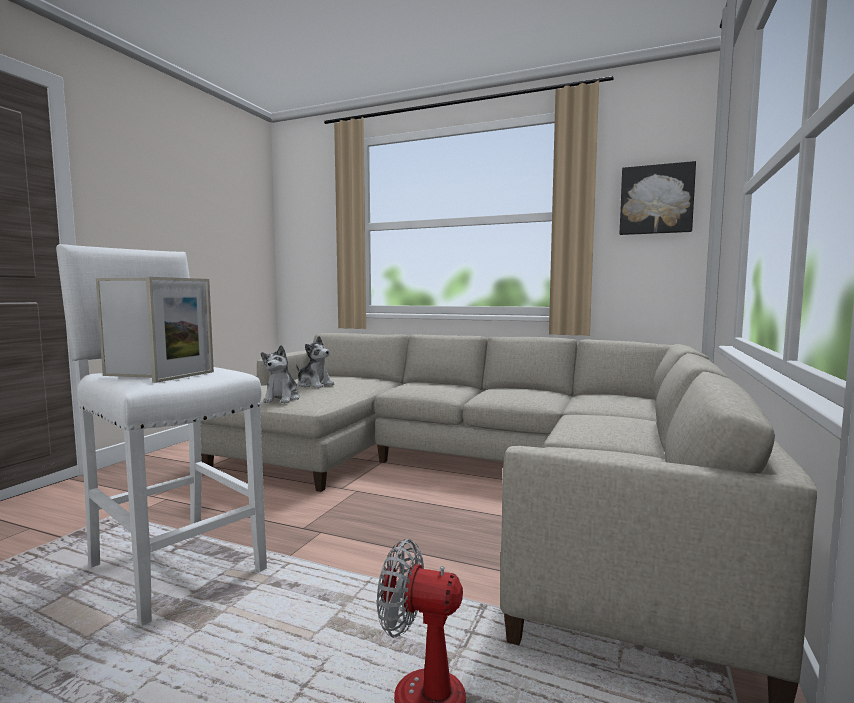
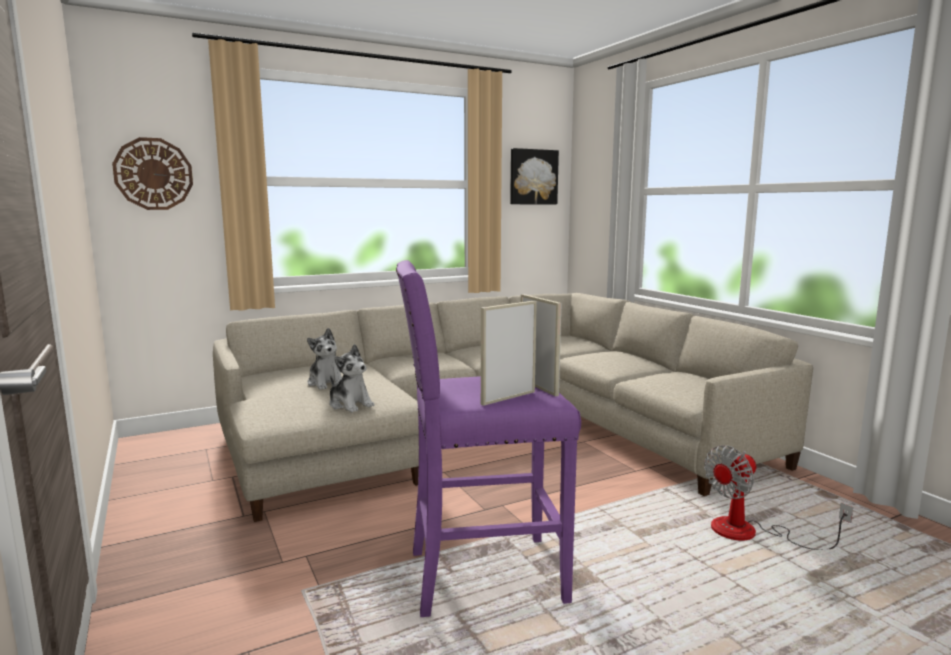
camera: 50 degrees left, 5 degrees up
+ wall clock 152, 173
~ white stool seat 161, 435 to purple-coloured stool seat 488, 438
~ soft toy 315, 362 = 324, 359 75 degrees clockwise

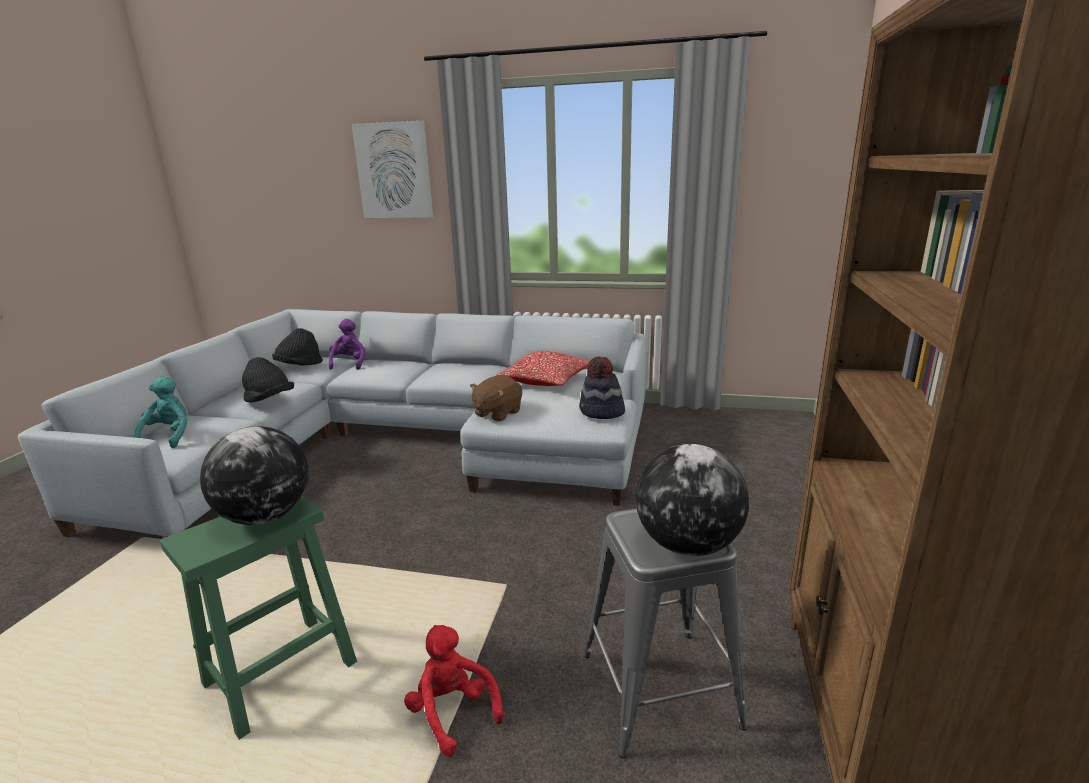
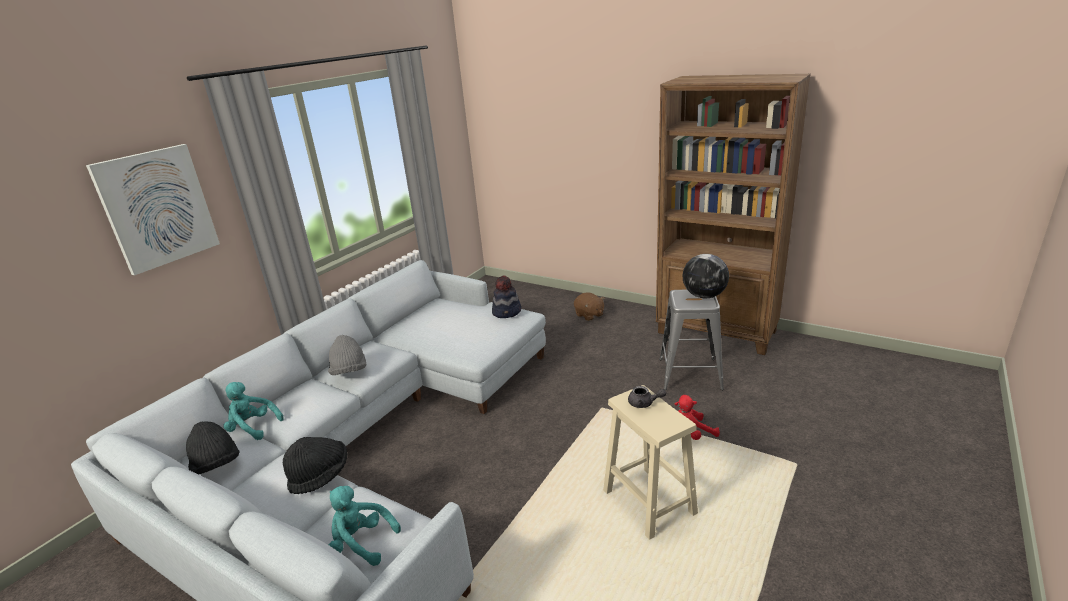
camera: 70 degrees left, 5 degrees up
- cushion 543, 368
+ greyish hat 347, 355
~ brownish soft toy 496, 398 to 589, 306
~ world globe 254, 475 to greyish tea pot 647, 397
~ green-coloured stool seat 258, 618 to beige-coloured stool seat 650, 462
~ purple-coloured soft toy 347, 344 to blue-green soft toy 253, 411

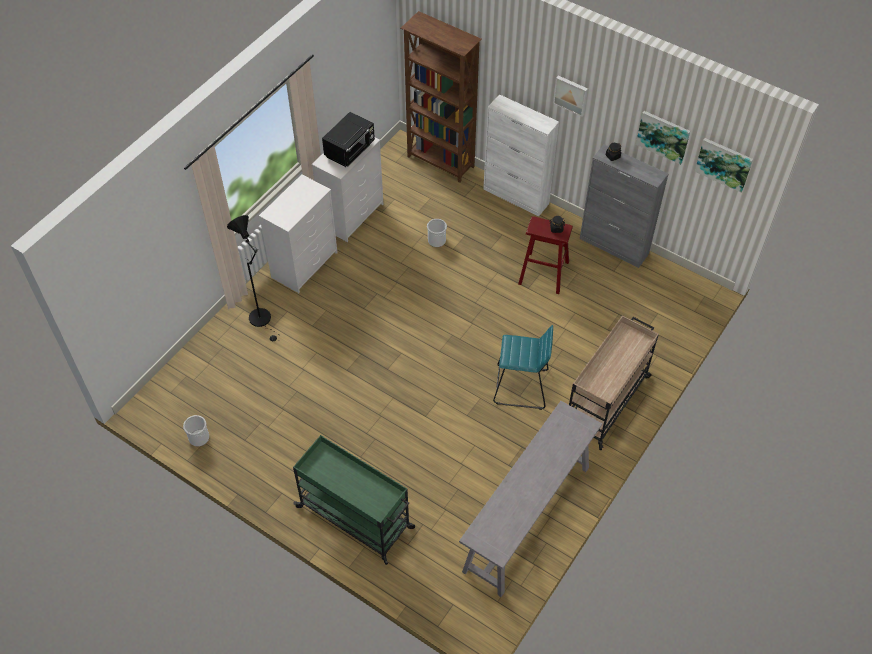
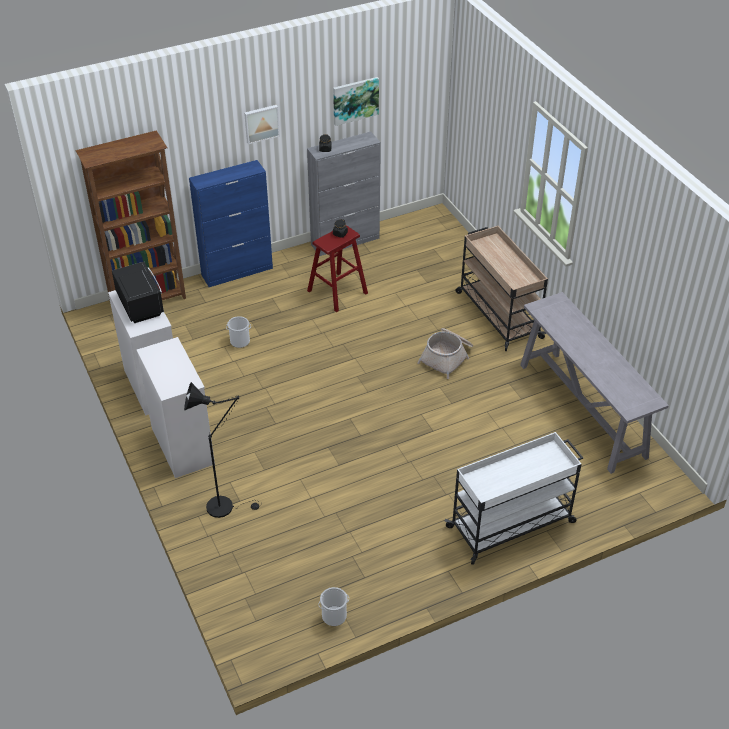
camera: 60 degrees left, 10 degrees down
- picture 724, 165
~ blue-green stool seat 523, 367 to household basket 445, 353
~ green-coloured cart 354, 500 to white cart 514, 498
~ white storage cabinet 521, 155 to bluish storage cabinet 231, 223

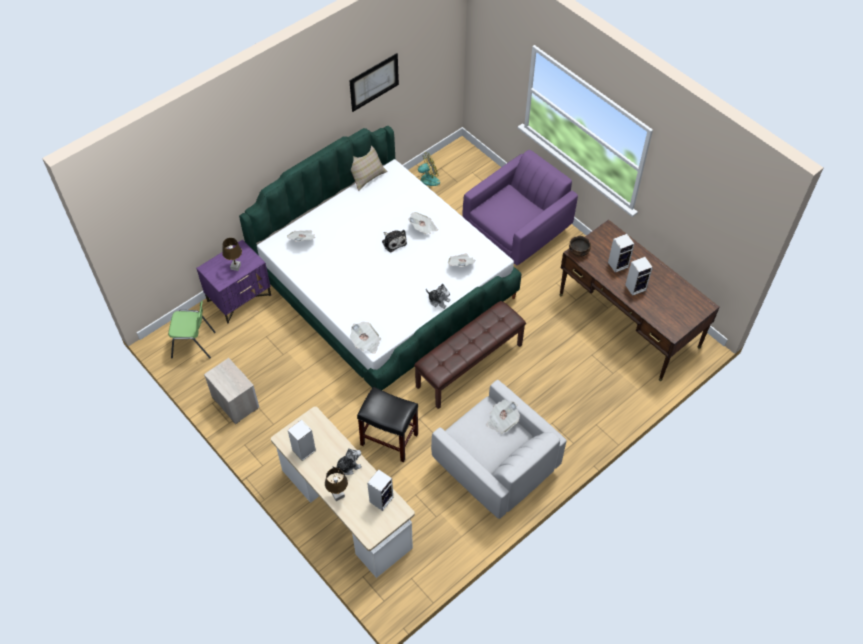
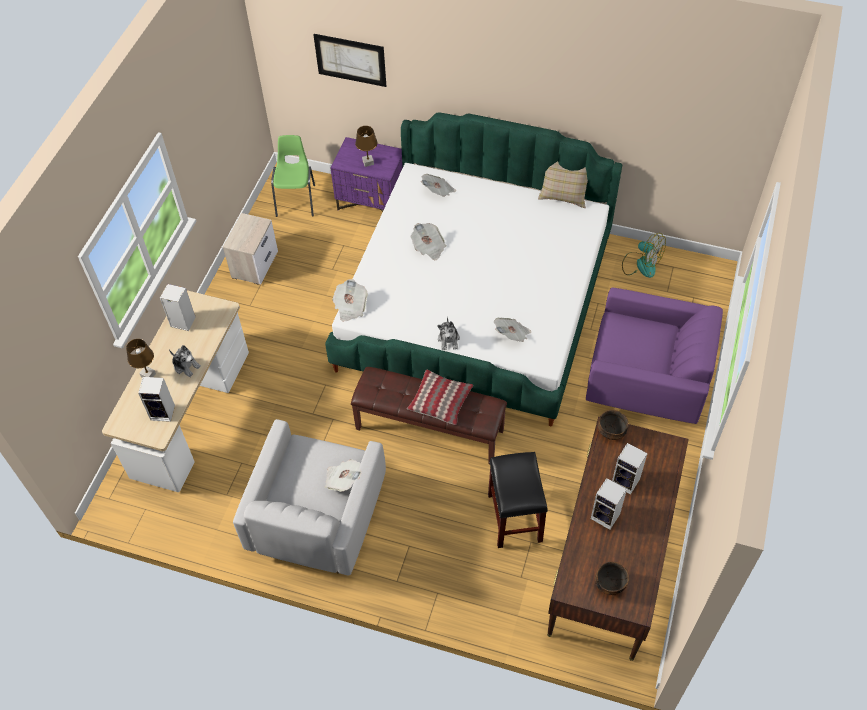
camera: 60 degrees right, 0 degrees up
- soft toy 394, 241
+ cushion 440, 397
+ bowl 612, 578
~ picture 374, 82 to 349, 60
~ black-coloured stool seat 387, 425 to 518, 500
~ printed paper 423, 223 to 429, 241
~ green-coloured upright chair 192, 329 = 293, 176 150 degrees counterclockwise

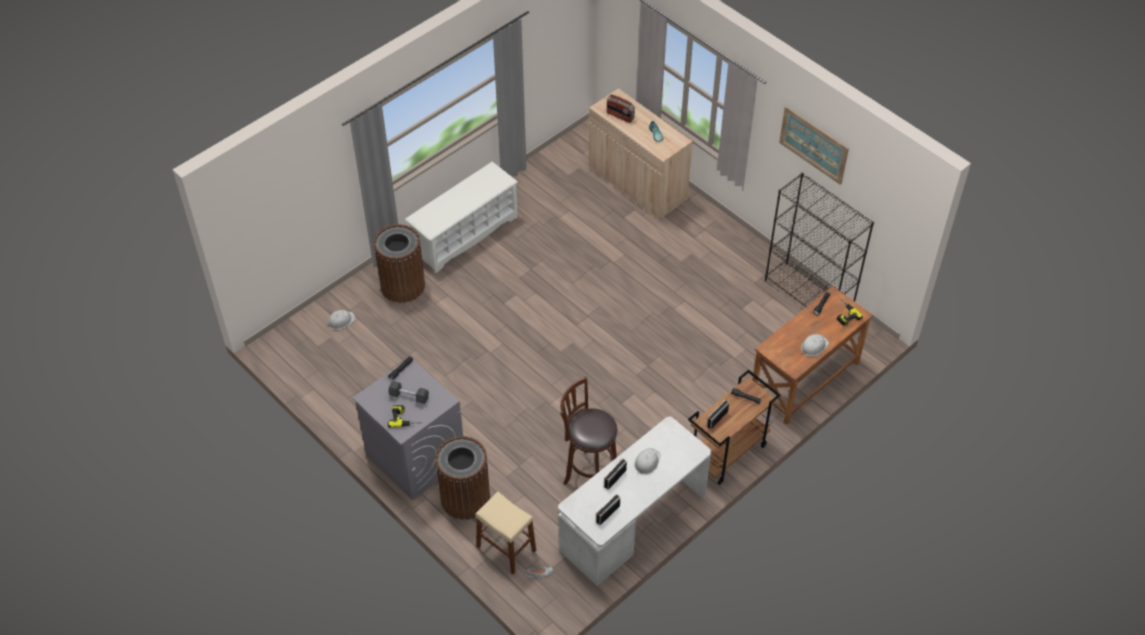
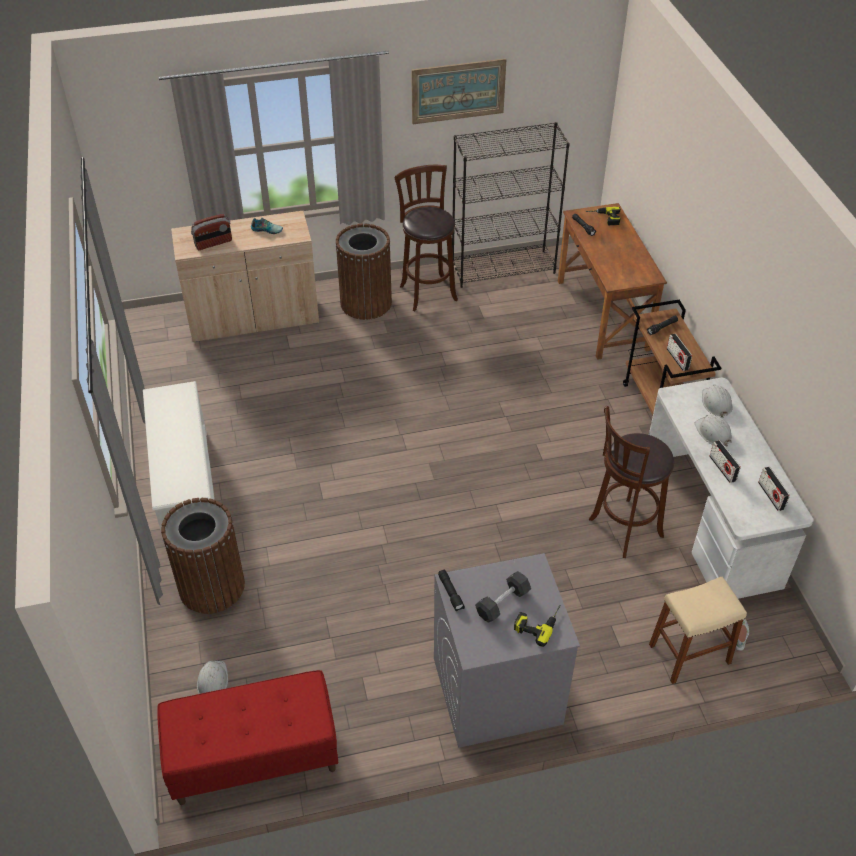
camera: 60 degrees left, 5 degrees down
+ red bench 247, 737
+ brownish stool seat 426, 238
~ brownish trash can 462, 478 to 364, 272
~ white work helmet 815, 345 to 717, 401

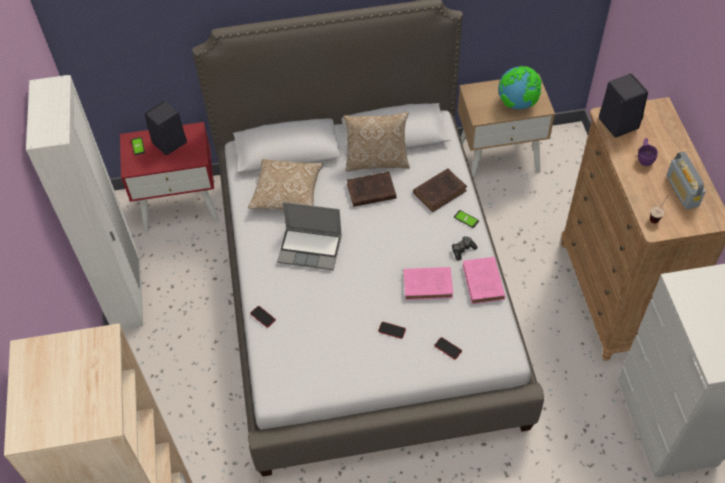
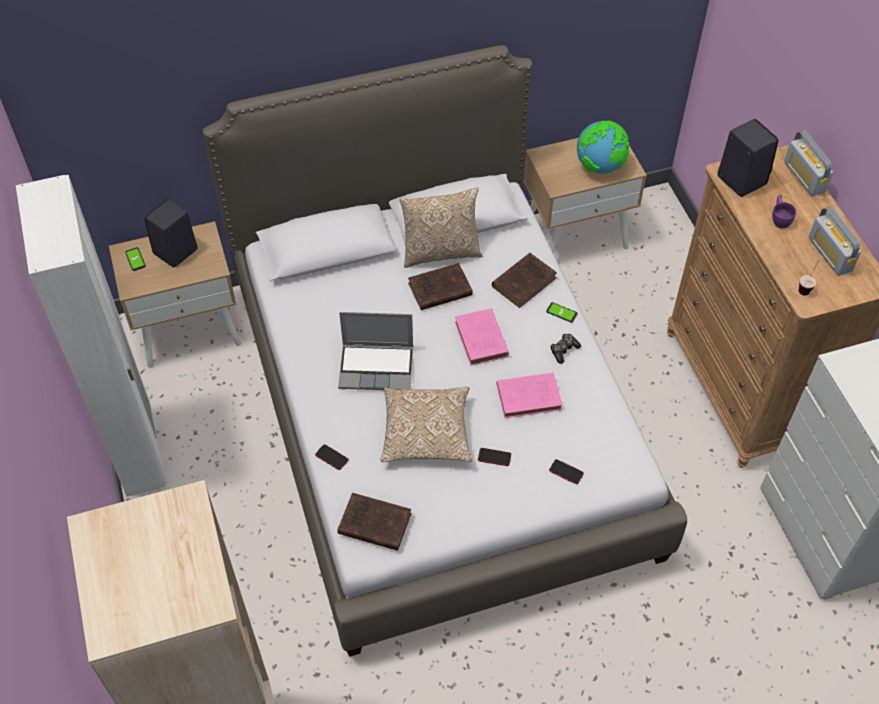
camera: 10 degrees left, 0 degrees up
+ brownish book 374, 522
+ radio 808, 163
~ cushion 285, 184 to 426, 424
~ pink-coloured book 483, 280 to 482, 337
~ red night table 169, 177 to beige-coloured night table 175, 294

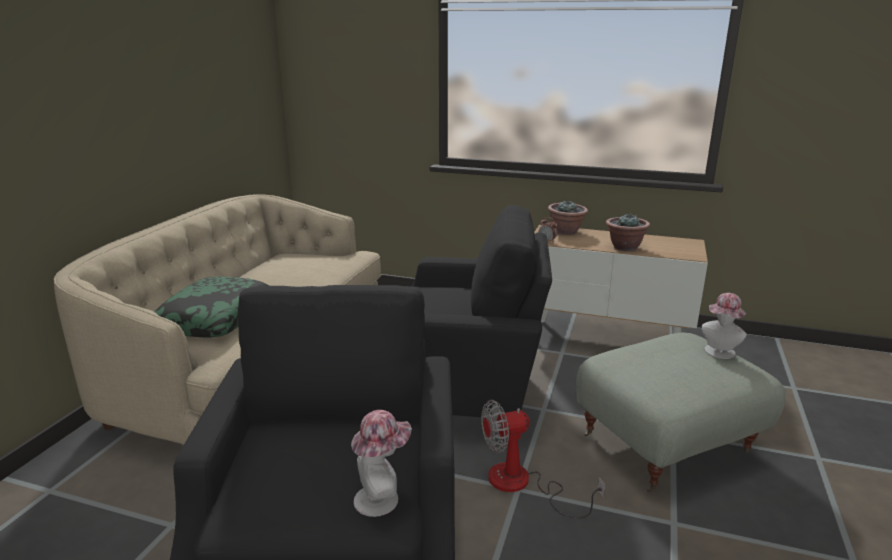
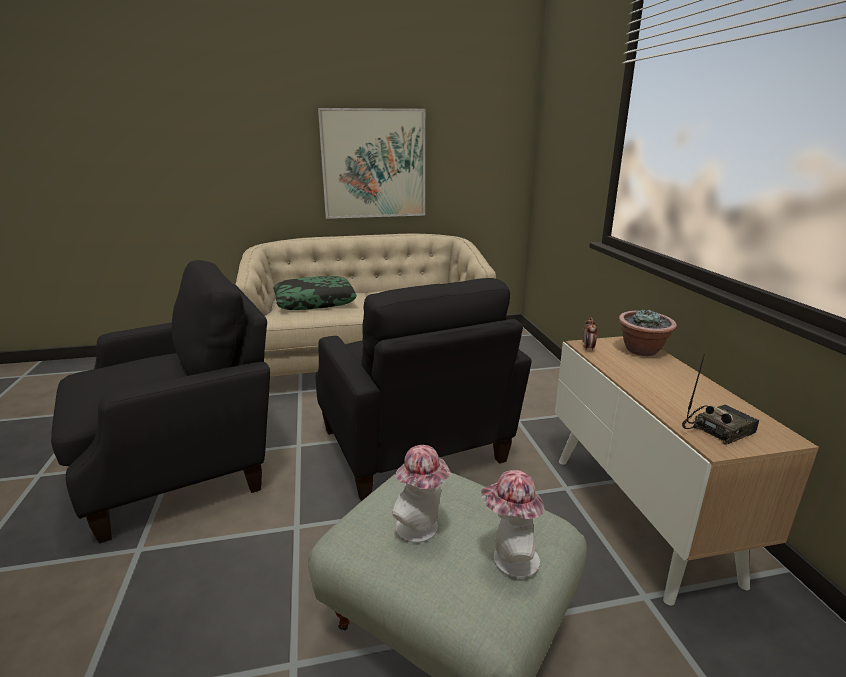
camera: 60 degrees right, 0 degrees up
- cooling fan 543, 459
- potted plant 628, 232
+ picture 371, 163
+ radio 720, 399
~ hat 381, 463 to 422, 494

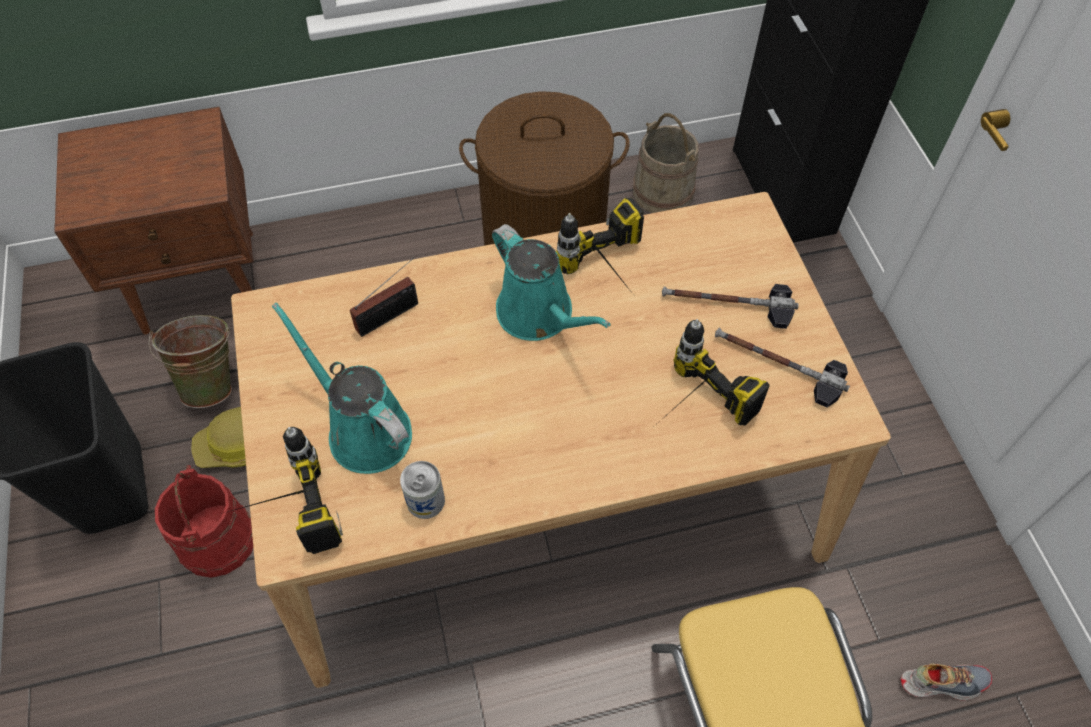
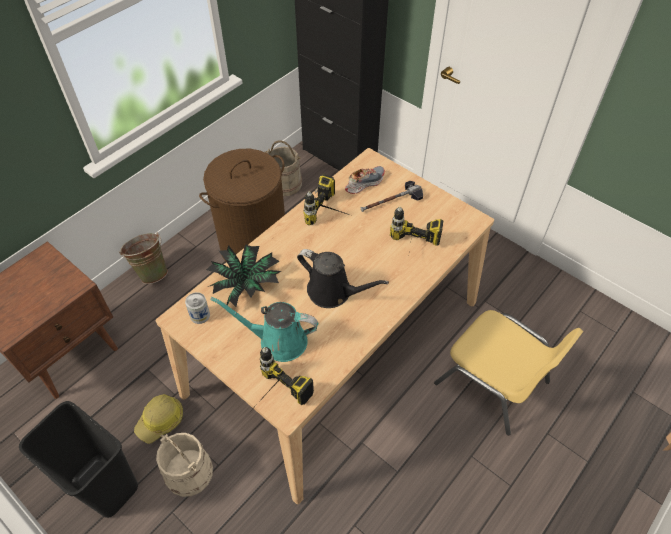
camera: 35 degrees left, 5 degrees down
- blue-green watering pot 551, 282
- hammer 782, 368
+ black-coloured watering pot 343, 278
~ green-coloured pail 190, 361 to 143, 258
~ sealed can 422, 490 to 197, 308
~ shoe 946, 682 to 365, 180
~ radio 384, 297 to potted plant 243, 275
~ red pail 204, 521 to beige-coloured pail 184, 465

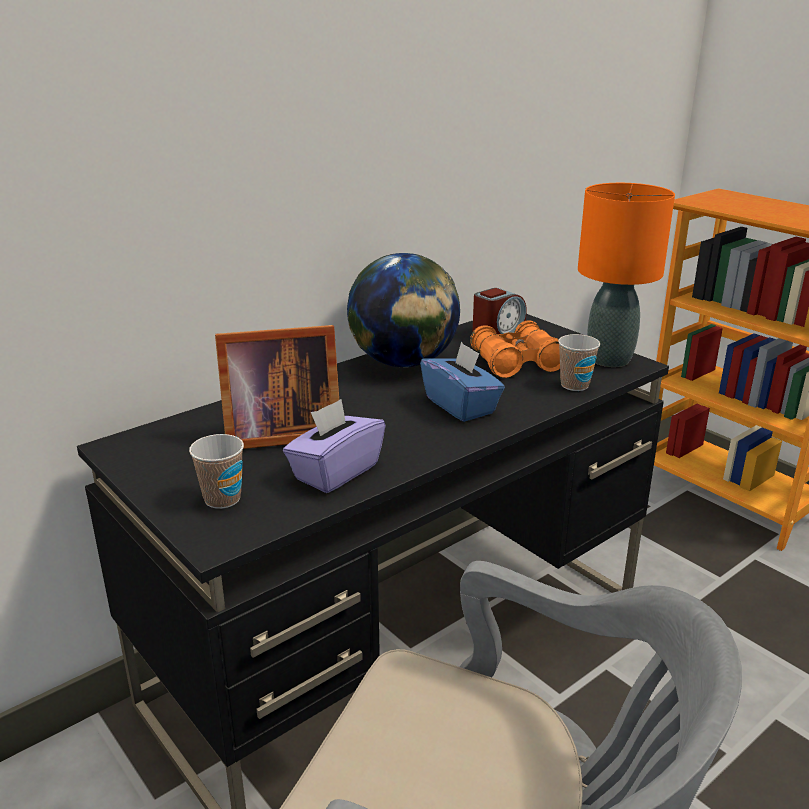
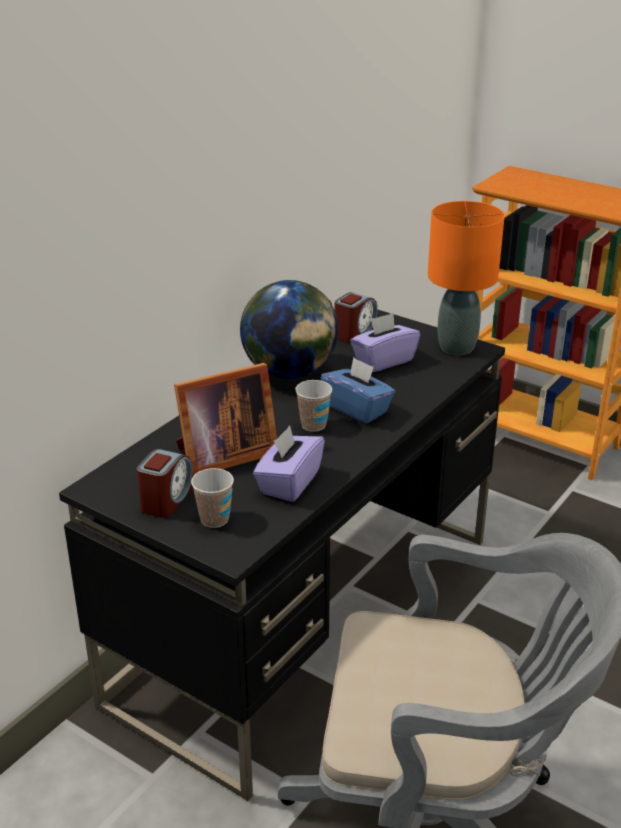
camera: 15 degrees left, 5 degrees up
+ alarm clock 165, 483
~ cup 579, 362 to 313, 406
~ orange binoculars 515, 349 to purple-coloured tissue box 385, 342

